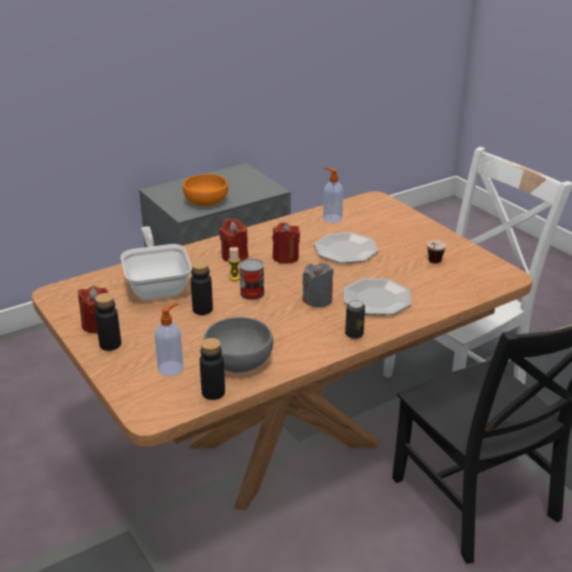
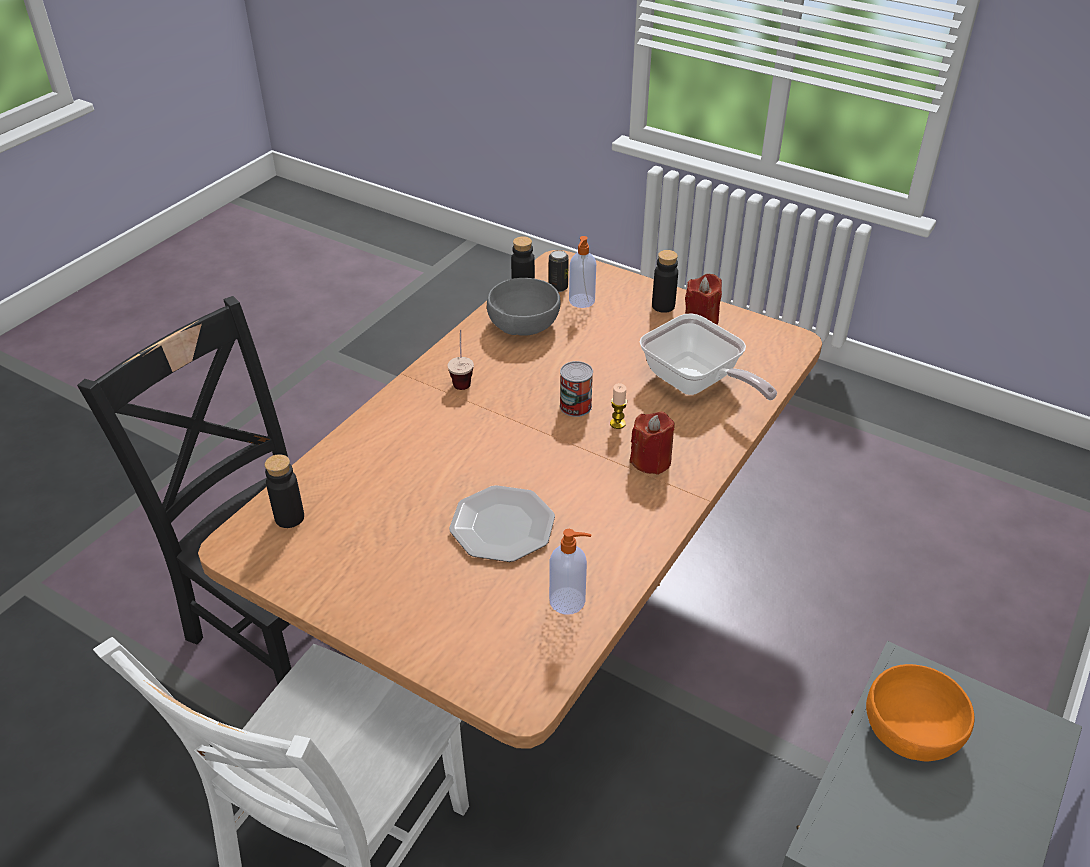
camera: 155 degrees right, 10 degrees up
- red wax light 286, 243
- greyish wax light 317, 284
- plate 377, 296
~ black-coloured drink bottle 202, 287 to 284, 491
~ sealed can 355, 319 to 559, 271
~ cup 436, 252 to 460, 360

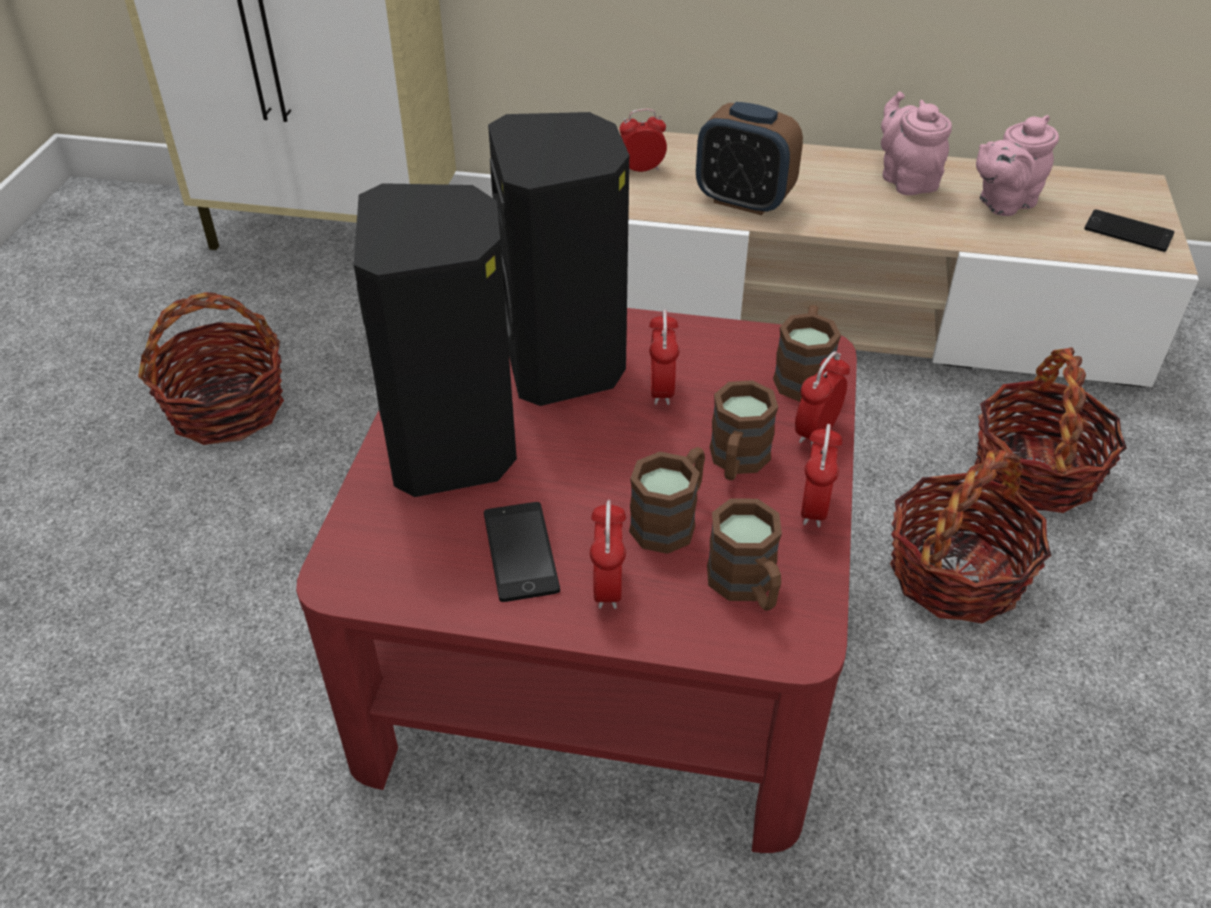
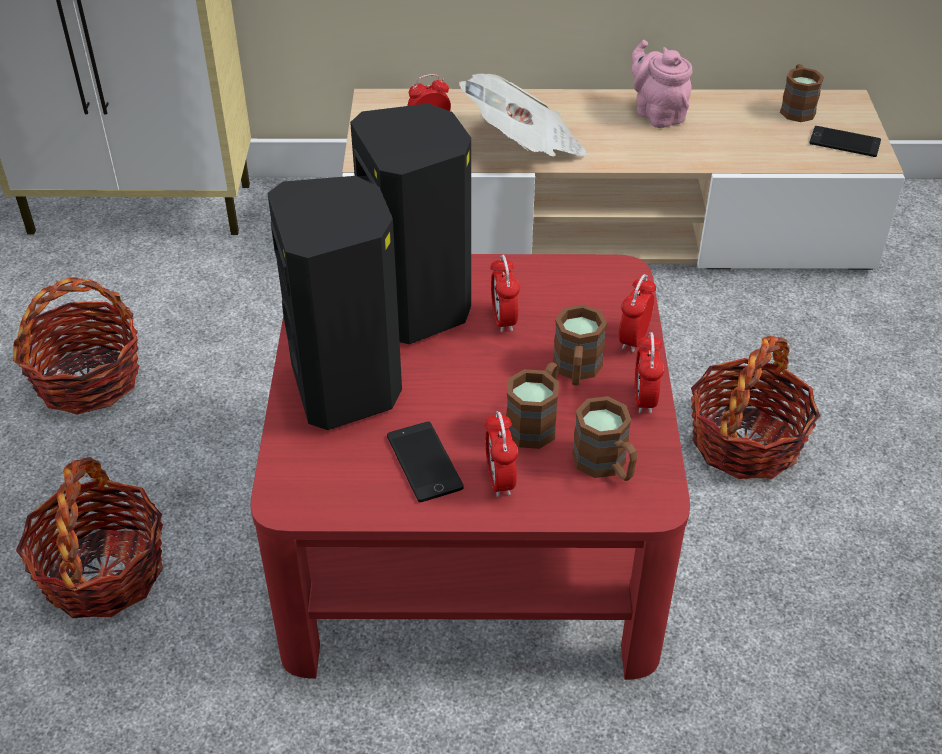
camera: 10 degrees left, 0 degrees up
- pink-coloured tea pot 1017, 165
~ brownish mug 807, 353 to 802, 93
~ household basket 1050, 430 to 89, 537
~ alarm clock 749, 158 to printed paper 523, 115

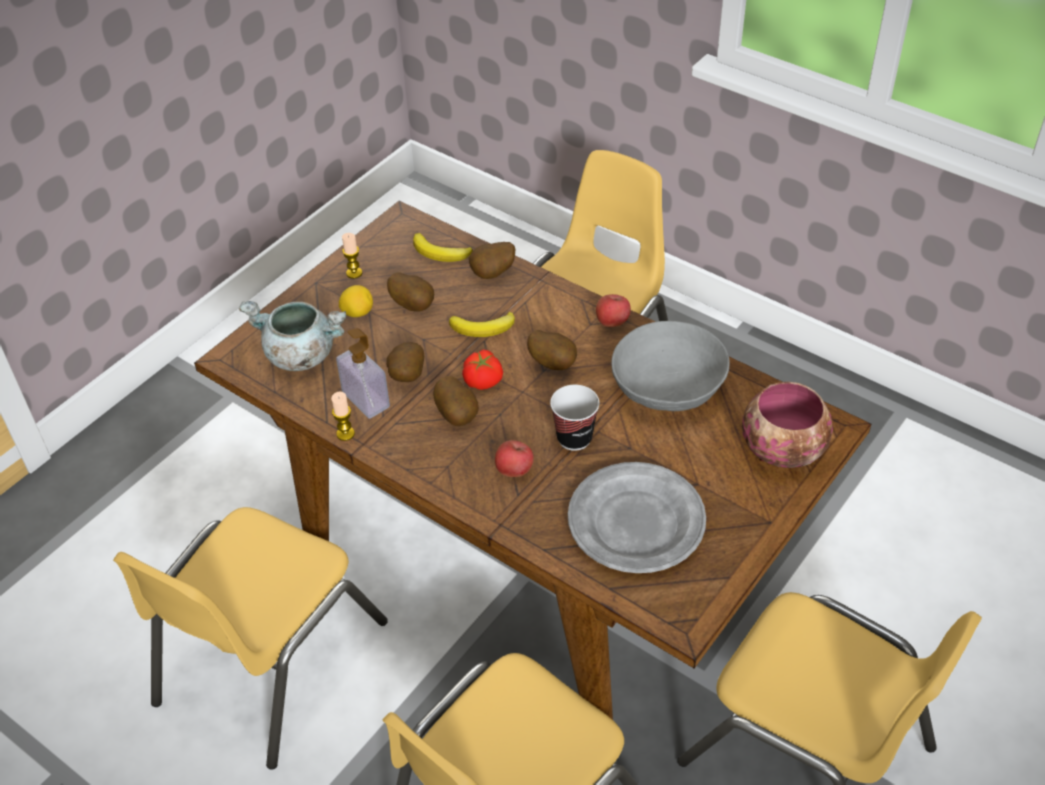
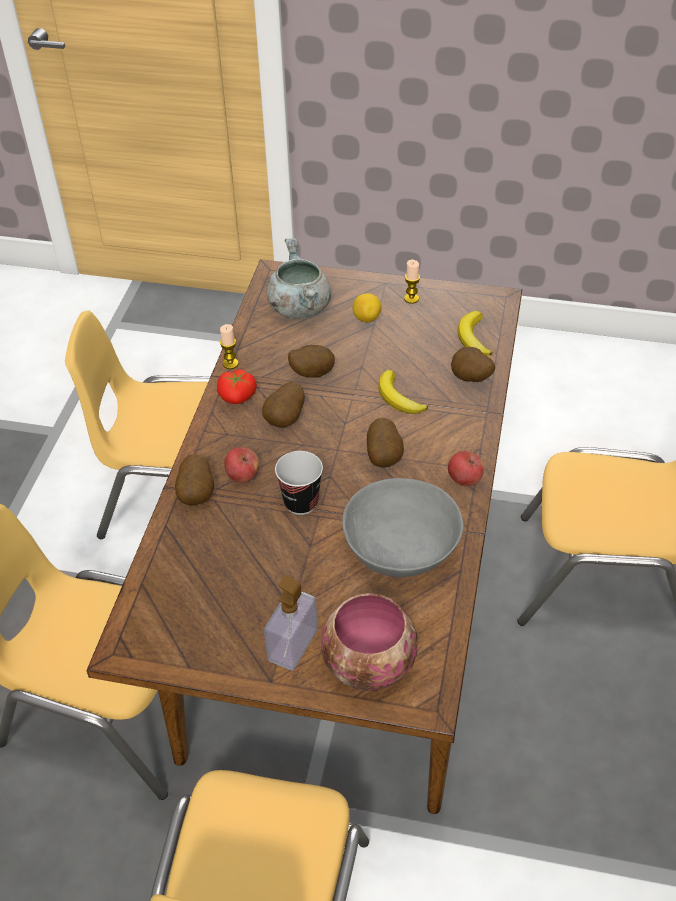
camera: 65 degrees right, 0 degrees up
- greyish plate 637, 517
~ liquid soap bottle 363, 373 to 291, 623
~ spud 410, 292 to 194, 479
~ tomato 482, 370 to 237, 386

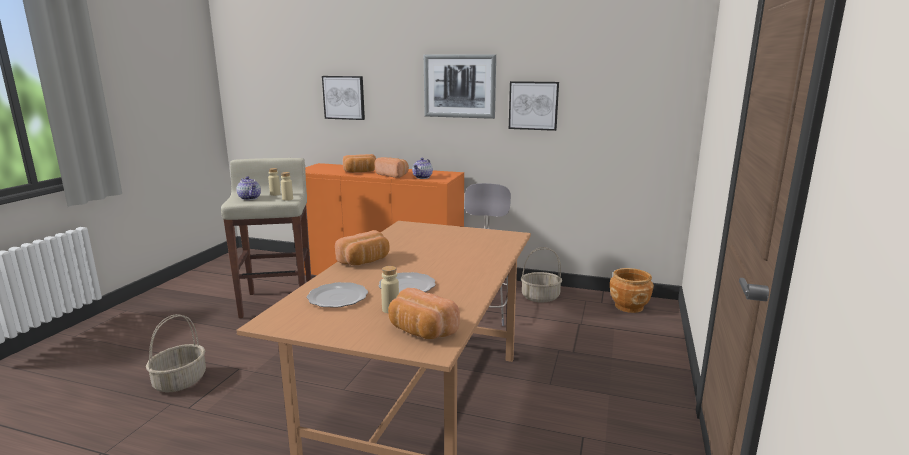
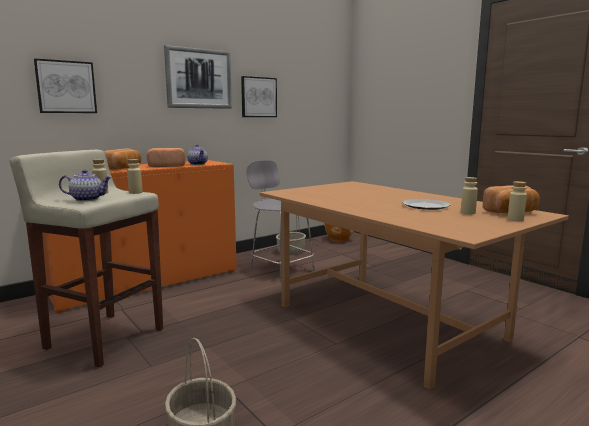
camera: 55 degrees left, 5 degrees down
- plate 337, 295
- bakery bread 362, 247
+ beige-coloured drink bottle 517, 201

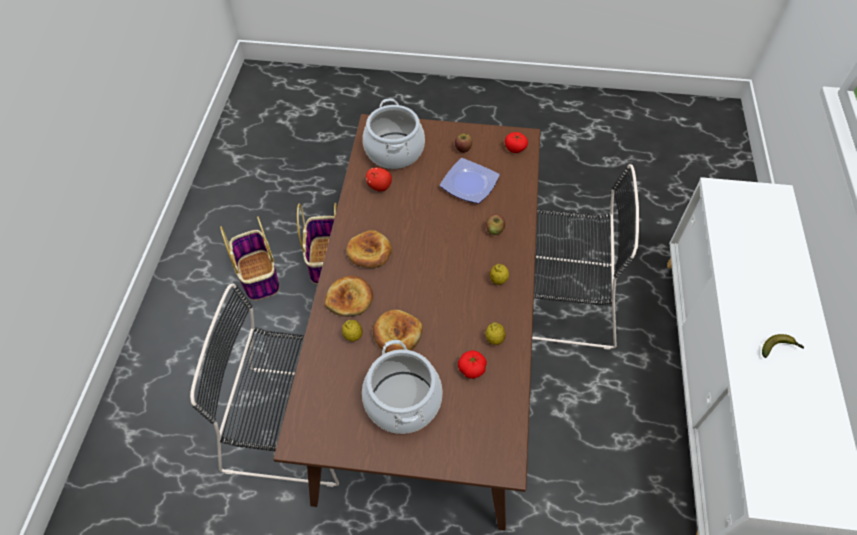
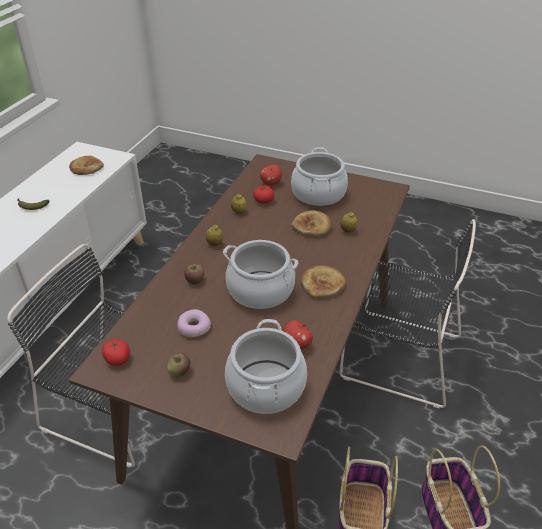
camera: 165 degrees left, 15 degrees down
+ saucepot 260, 274
+ apple 271, 175
~ bakery bread 349, 296 to 86, 165
~ plate 470, 181 to ring doughnut 194, 323

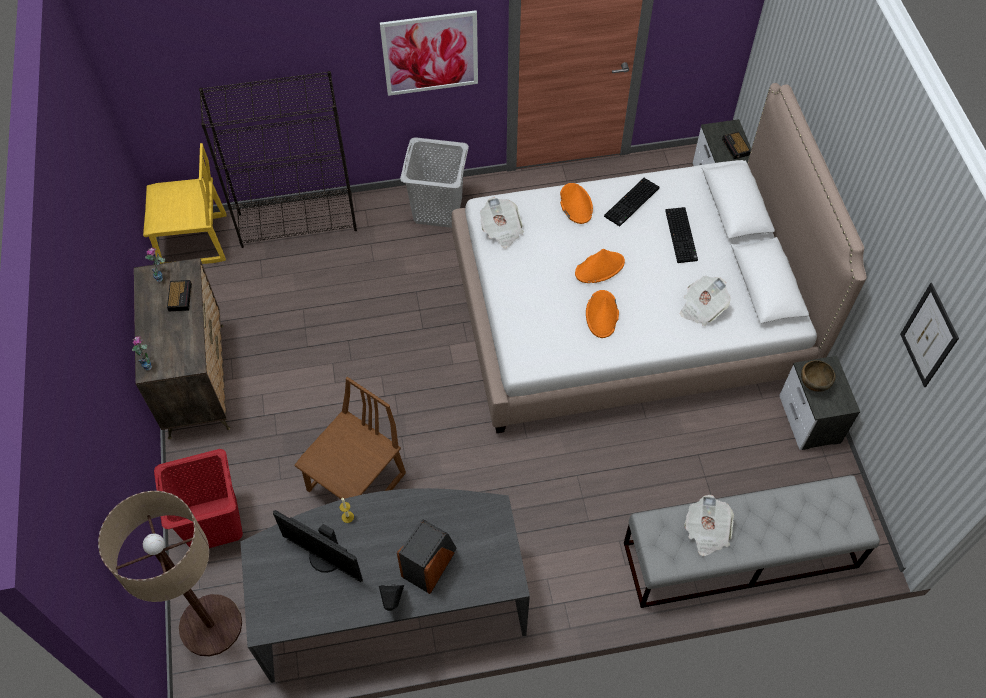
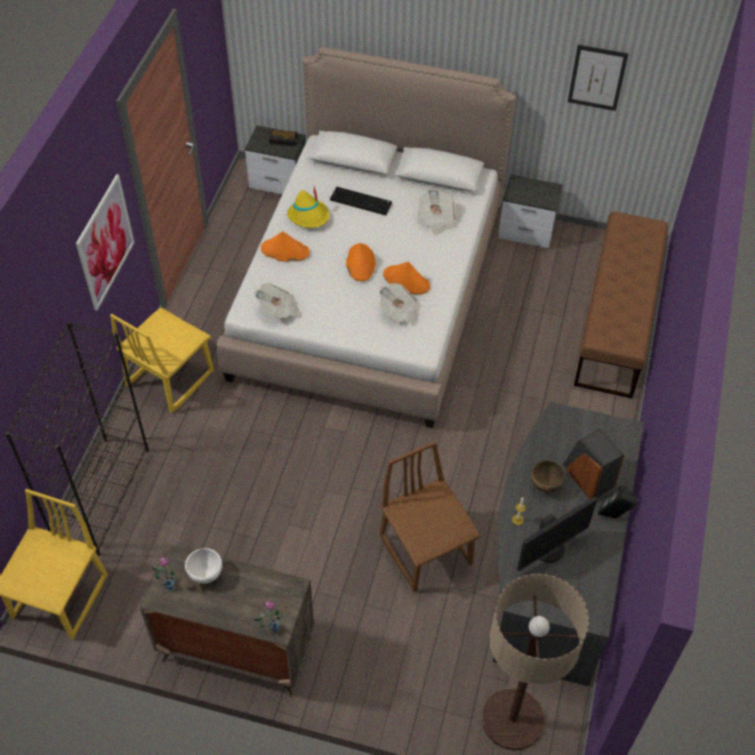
camera: 65 degrees left, 5 degrees down
- red hamper 198, 498
~ printed paper 709, 525 to 399, 304
~ brownish bowl 818, 376 to 548, 476
~ alarm clock 179, 295 to white bowl 203, 566
~ greyish hamper 434, 182 to yellow upright chair 162, 360
~ computer keyboard 631, 202 to yellow hat 308, 207
~ greyish bench 752, 541 to brownish bench 621, 305

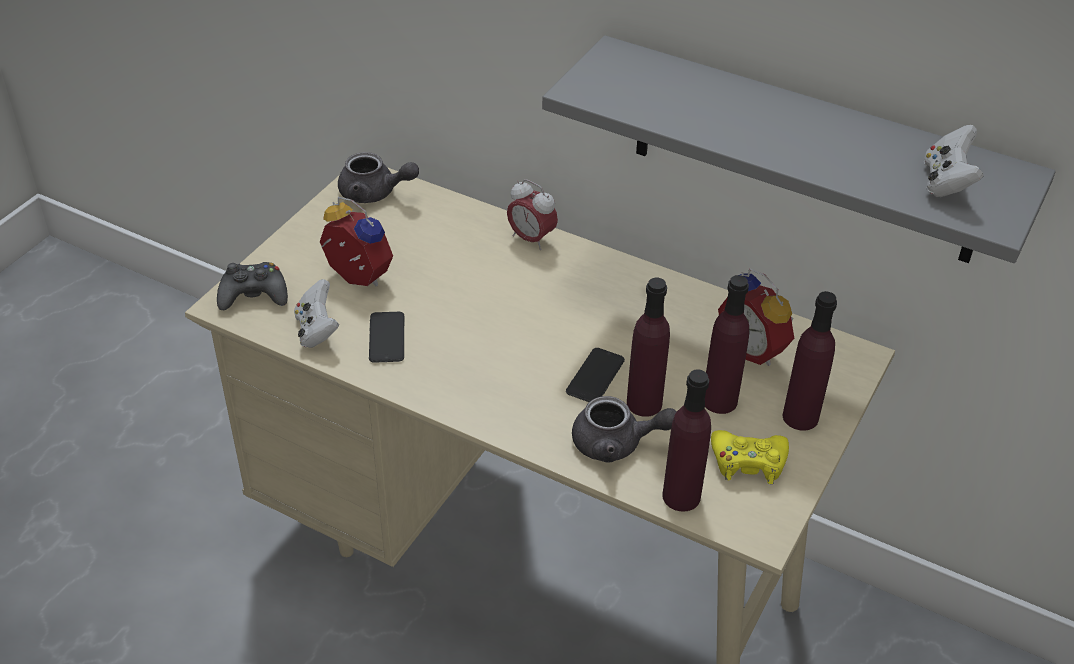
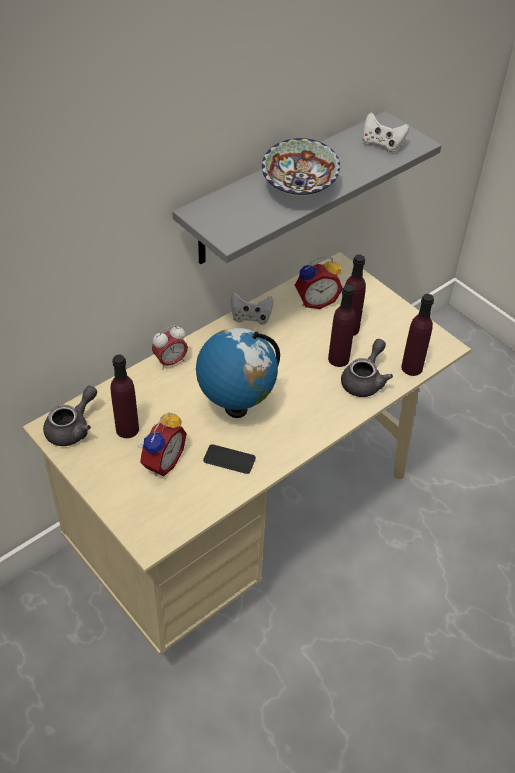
camera: 70 degrees left, 5 degrees up
- black-coloured game controller 252, 286
- telephone 595, 375
- yellow game controller 750, 457
+ world globe 238, 373
+ bowl 301, 167
~ white game controller 316, 313 to 252, 309
~ purple-coloured drink bottle 810, 361 to 125, 396
~ alarm clock 356, 241 = 162, 444 150 degrees clockwise

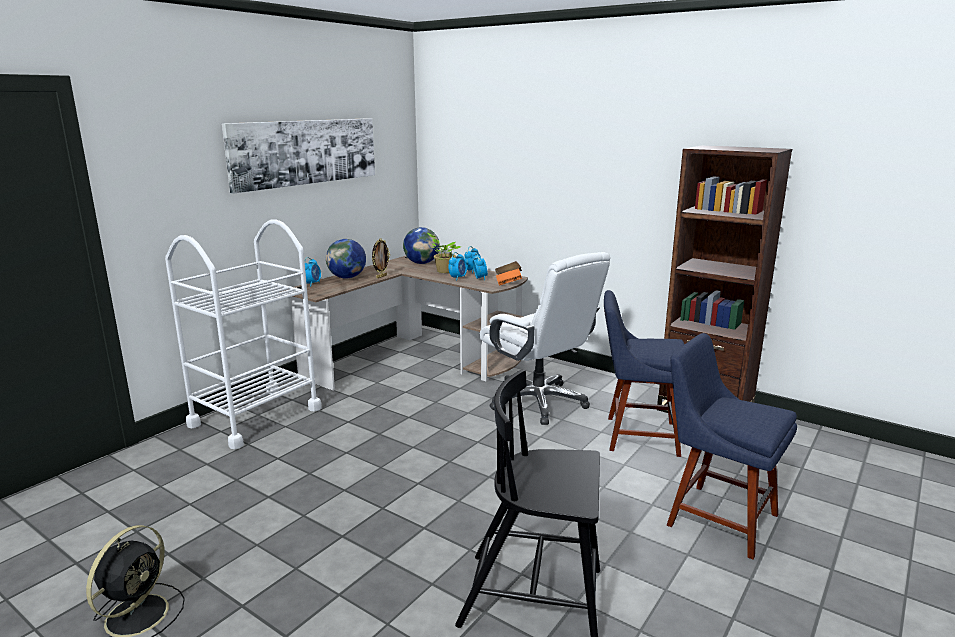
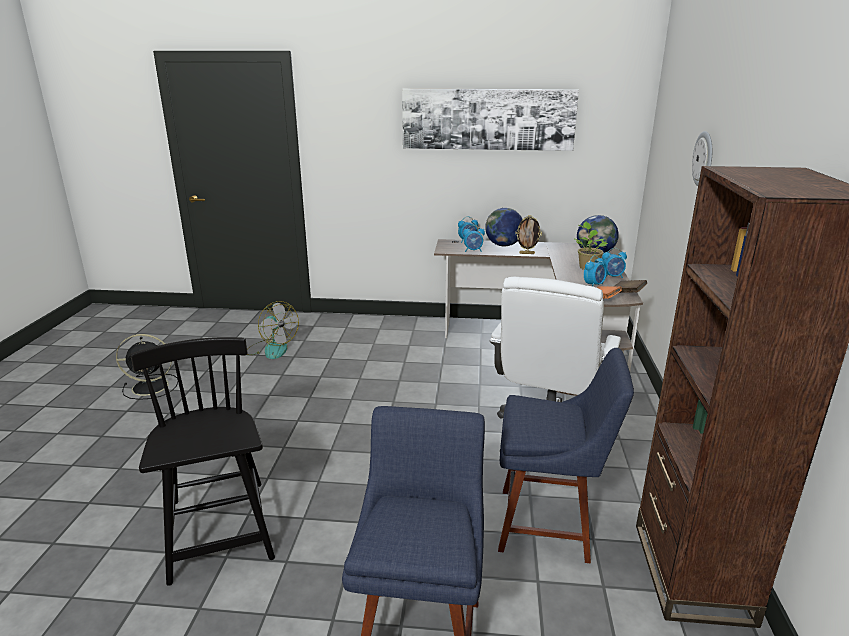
camera: 60 degrees right, 5 degrees up
- white cart 243, 334
+ cooling fan 273, 330
+ wall clock 702, 158
~ alarm clock 457, 266 to 474, 238
~ bluish upright chair 644, 373 = 566, 456 120 degrees clockwise

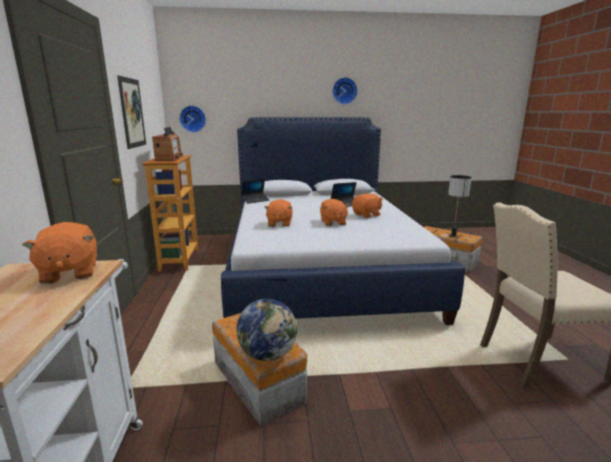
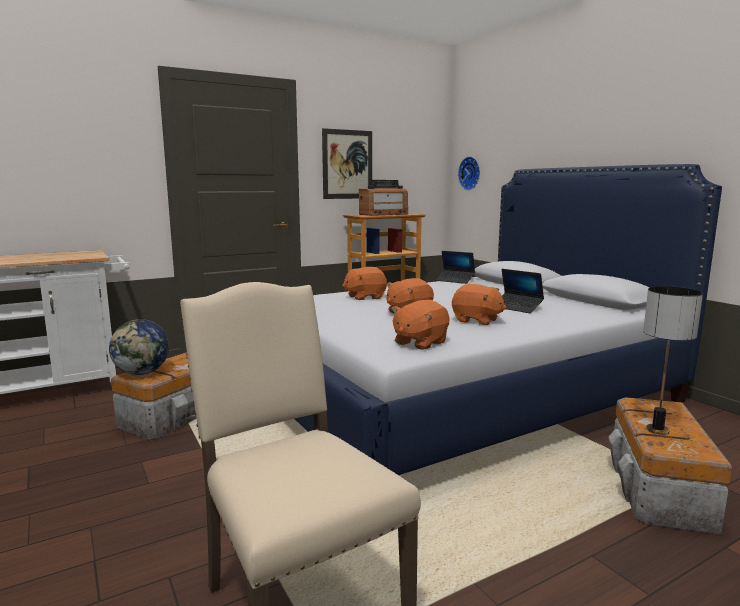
camera: 65 degrees right, 5 degrees down
- wall clock 345, 90
~ orange soft toy 59, 253 to 421, 325

